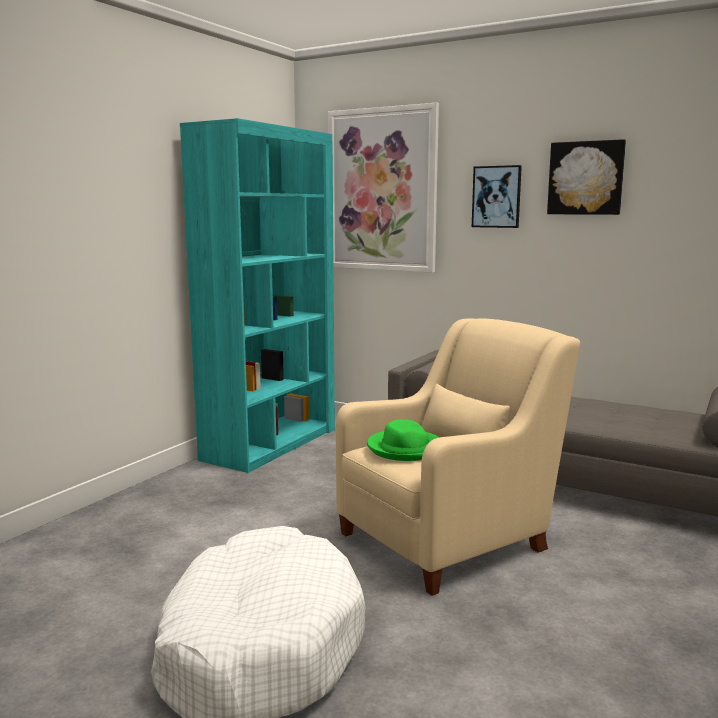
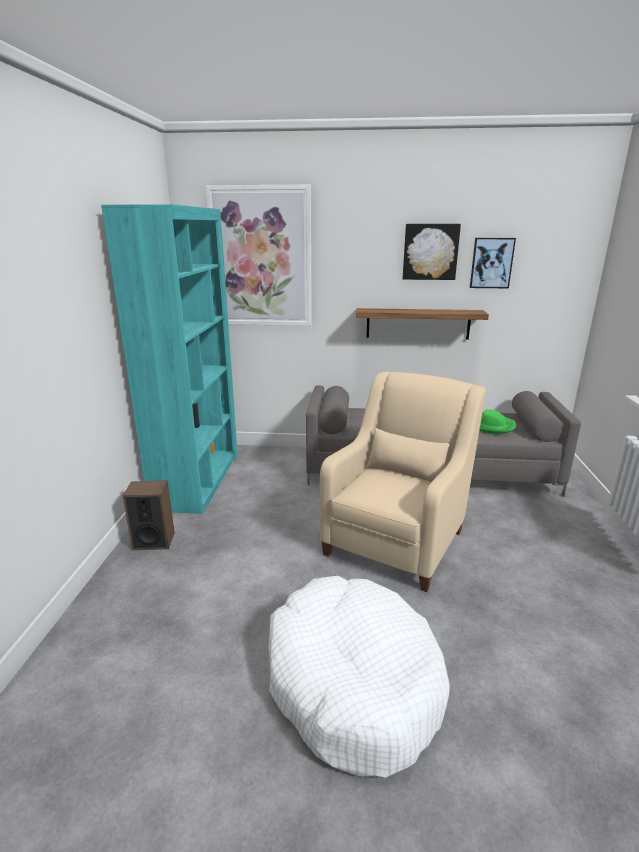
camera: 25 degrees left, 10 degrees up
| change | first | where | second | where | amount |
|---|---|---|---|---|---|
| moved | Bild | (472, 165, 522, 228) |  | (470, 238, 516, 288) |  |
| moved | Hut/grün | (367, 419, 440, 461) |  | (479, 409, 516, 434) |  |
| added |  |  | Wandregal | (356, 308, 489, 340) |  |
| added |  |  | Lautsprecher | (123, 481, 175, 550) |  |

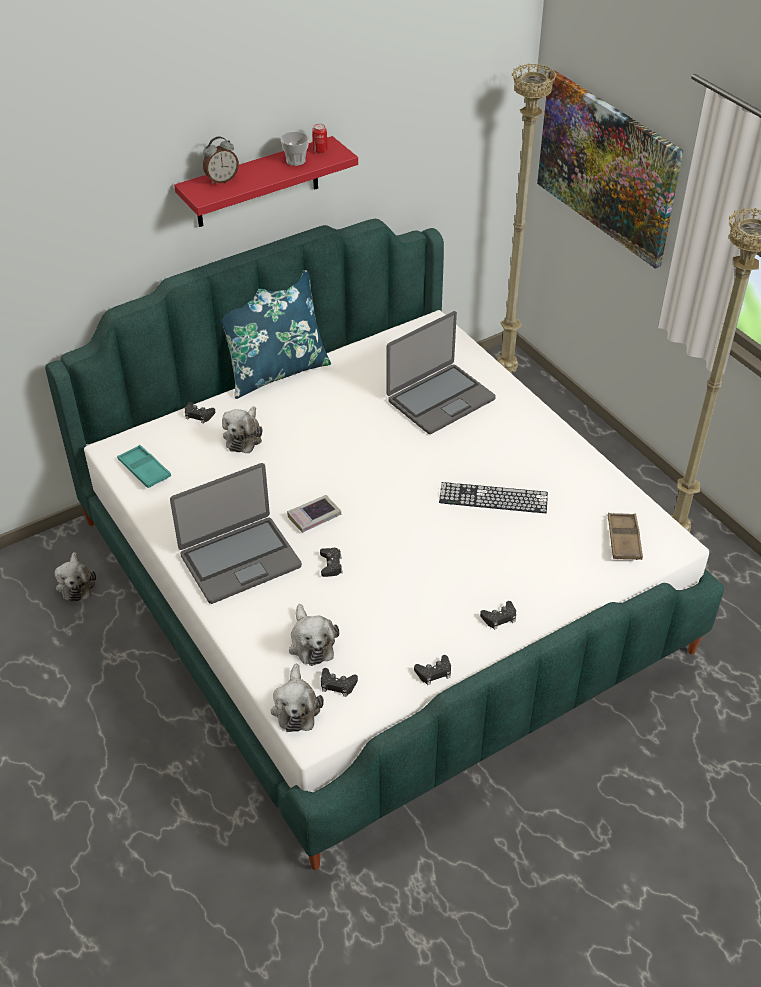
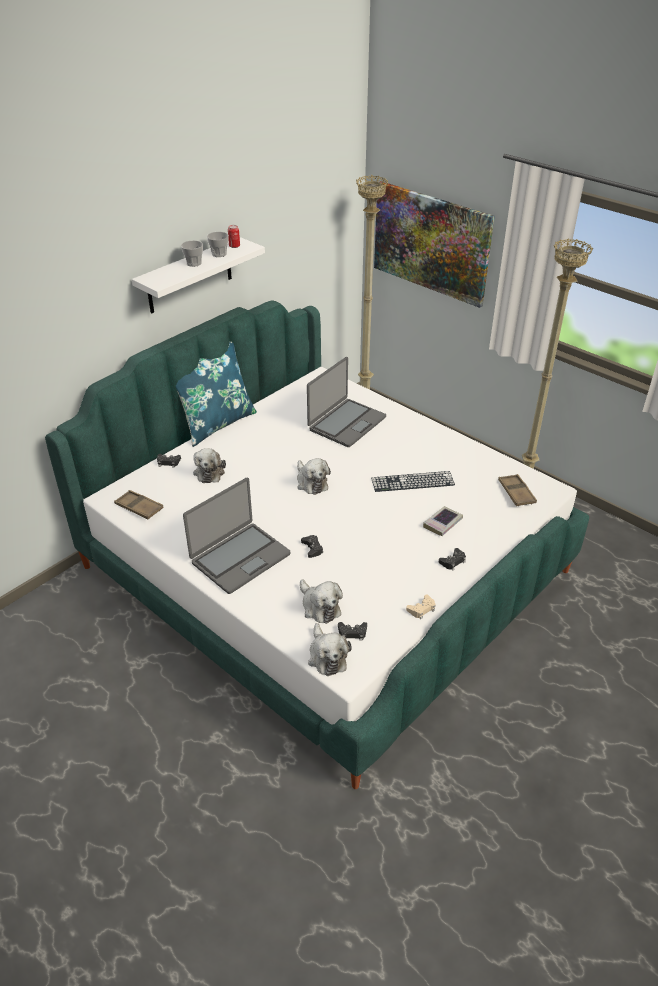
camera: 15 degrees left, 5 degrees down
| change | first | where | second | where | amount |
|---|---|---|---|---|---|
| recoloured | Wandregal/rot | (174, 136, 358, 227) | Wandregal/weiß | (132, 237, 265, 314) |  |
| removed | Wecker | (203, 137, 239, 185) |  |  |  |
| recoloured | Tablett/türkis | (117, 445, 171, 488) | Tablett/braun | (114, 490, 164, 519) |  |
| moved | Buch | (287, 495, 341, 533) |  | (423, 506, 463, 536) |  |
| moved | Plüschtier | (55, 552, 96, 602) |  | (297, 458, 331, 495) |  |
| recoloured | Gamepad/schwarz | (414, 655, 451, 685) | Gamepad/beige | (406, 594, 435, 619) |  |
| added |  |  | Tasse | (181, 241, 203, 267) |  |

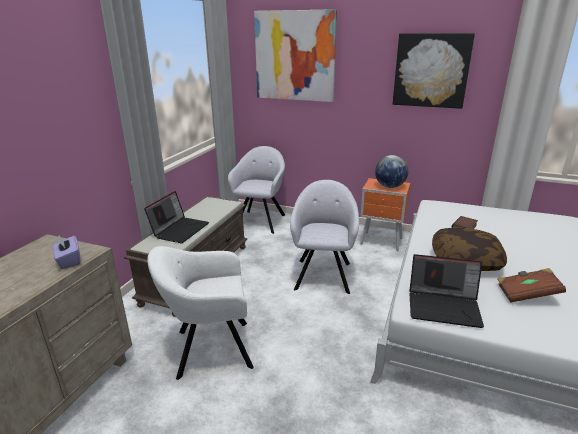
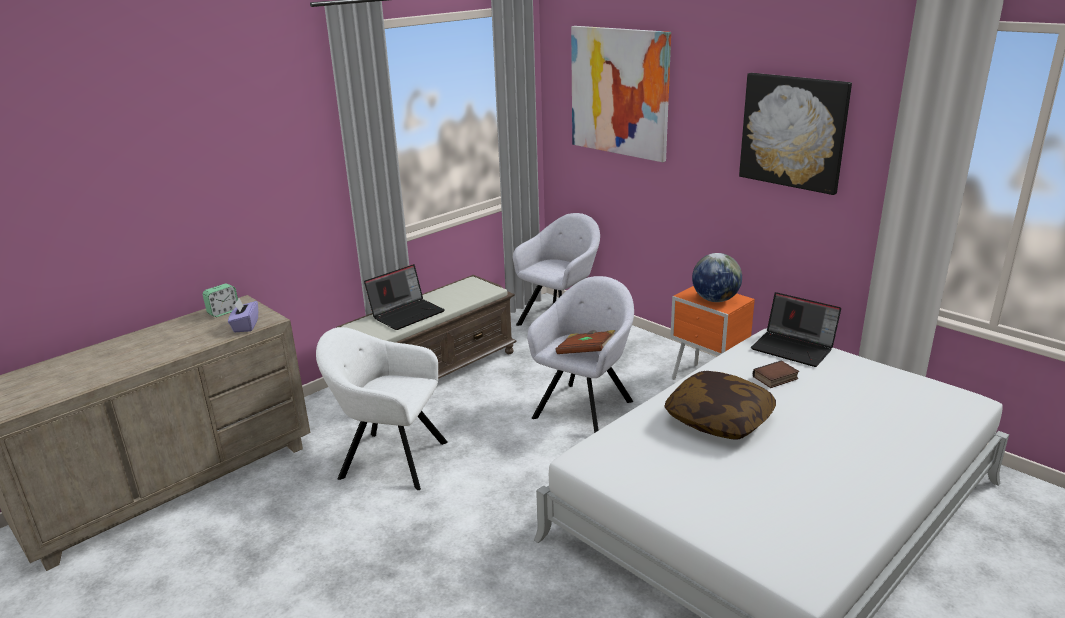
camera: 25 degrees right, 0 degrees up
| change | first | where | second | where | amount |
|---|---|---|---|---|---|
| moved | Laptop | (409, 254, 484, 328) |  | (751, 292, 841, 367) |  |
| moved | Buch/braun | (497, 268, 566, 303) |  | (555, 330, 615, 354) |  |
| added |  |  | Wecker | (203, 284, 238, 317) |  |

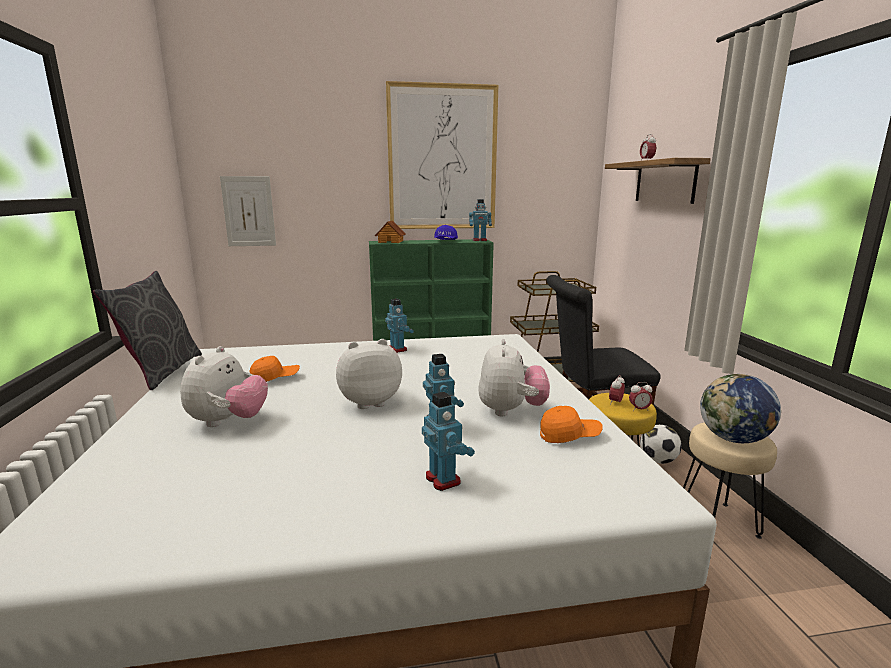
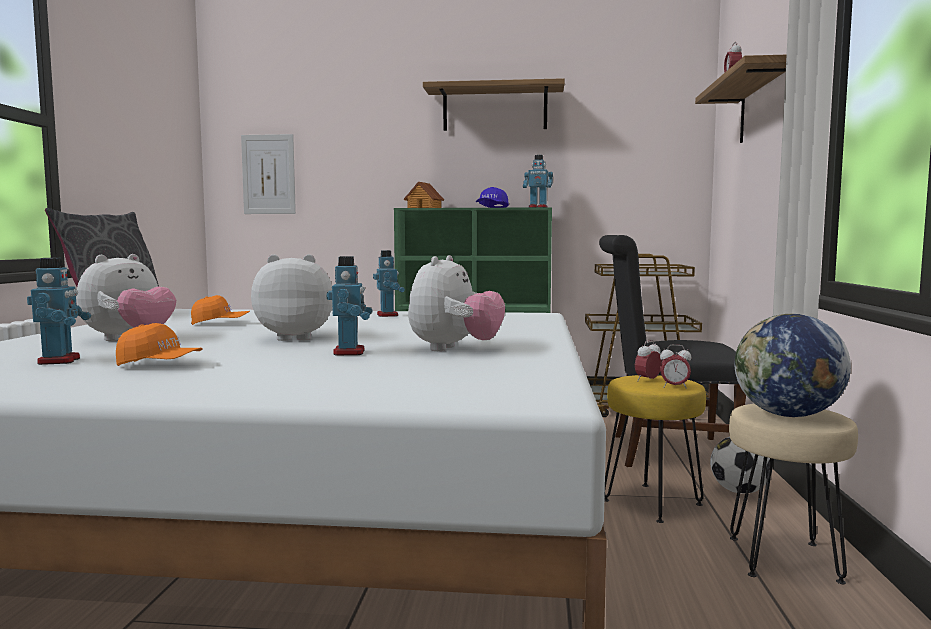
camera: 15 degrees right, 10 degrees down
| change | first | where | second | where | amount |
|---|---|---|---|---|---|
| replaced | Bild | (386, 81, 498, 229) | Wandregal | (423, 78, 565, 131) |  |
| moved | Spielzeugroboter | (422, 392, 475, 491) |  | (27, 258, 91, 365) |  |
| moved | Kappe/orange | (540, 406, 603, 443) |  | (116, 323, 203, 366) |  |

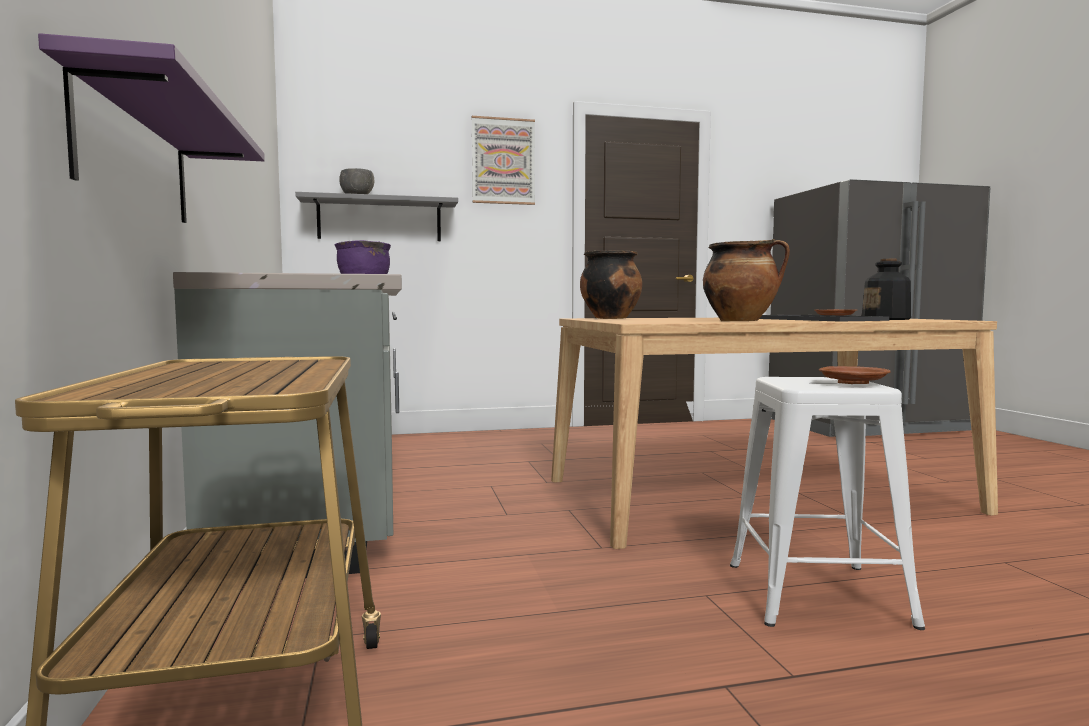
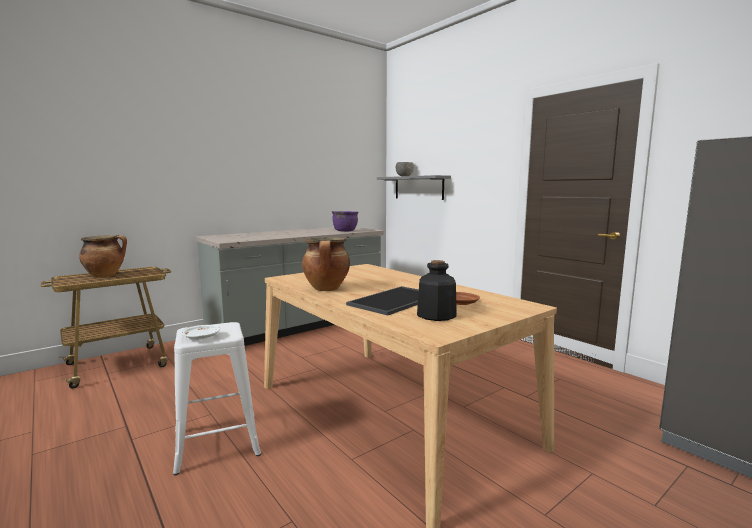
camera: 65 degrees right, 5 degrees up
| change | first | where | second | where | amount |
|---|---|---|---|---|---|
| removed | Wandregal/lila | (38, 33, 265, 223) |  |  |  |
| removed | Bild | (472, 116, 535, 205) |  |  |  |
| moved | Kochtopf | (580, 250, 642, 319) |  | (79, 235, 127, 278) |  |
| recoloured | Teller/braun | (819, 366, 891, 384) | Teller/weiß | (181, 325, 220, 340) |  |

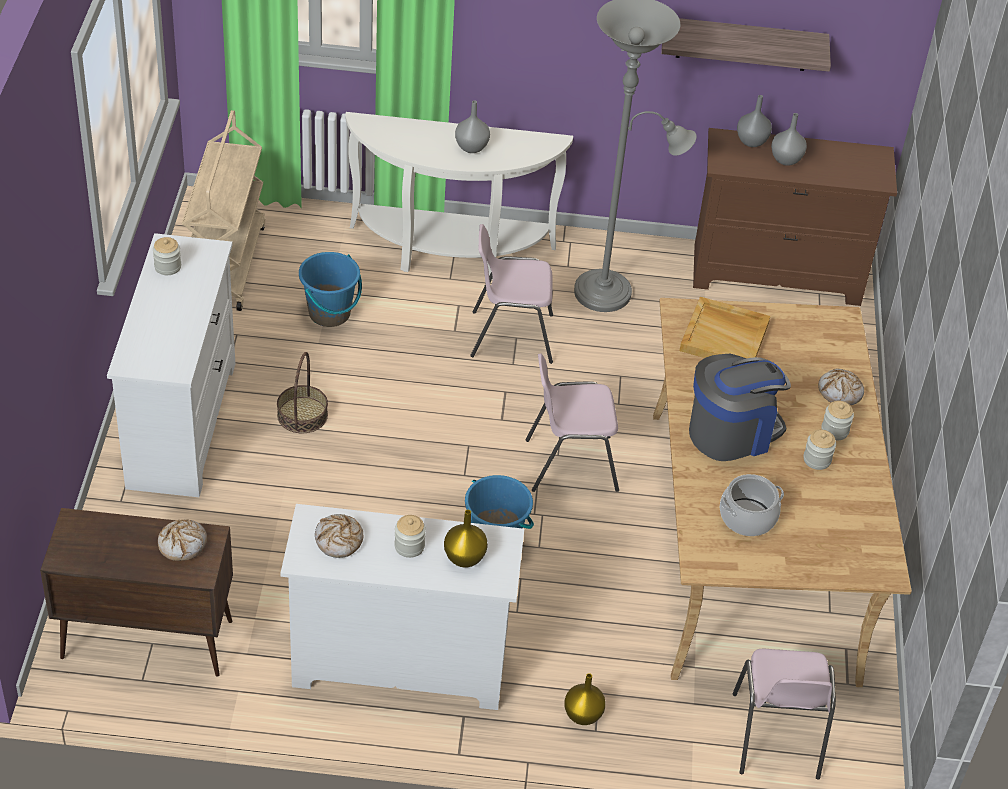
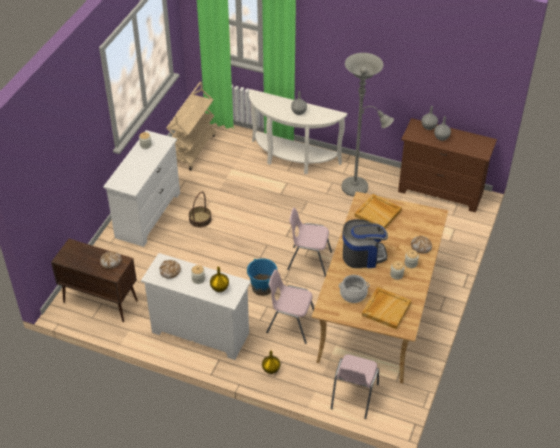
camera: 20 degrees right, 0 degrees up
| change | first | where | second | where | amount |
|---|---|---|---|---|---|
| removed | Wandregal | (661, 18, 831, 72) |  |  |  |
| moved | Stuhl/rosa | (470, 224, 553, 364) |  | (266, 269, 314, 344) |  |
| removed | Eimer/blau | (299, 252, 362, 327) |  |  |  |
| added |  |  | Tablett/beige | (362, 287, 411, 329) |  |

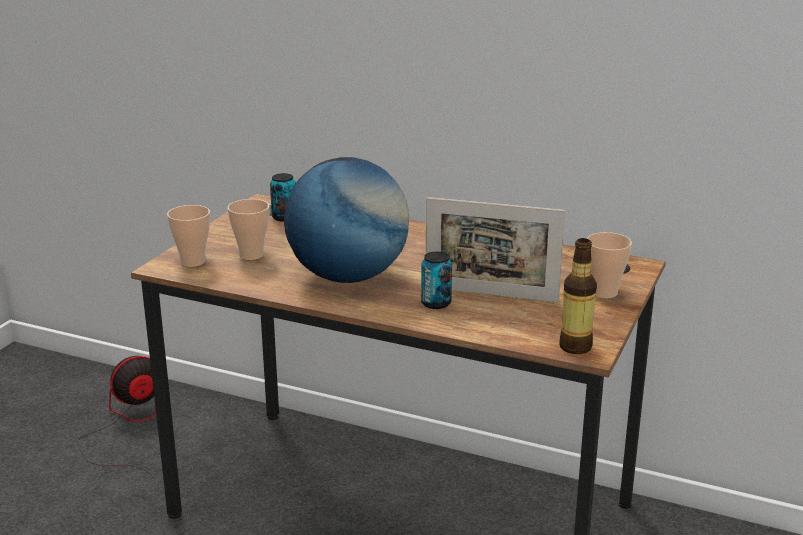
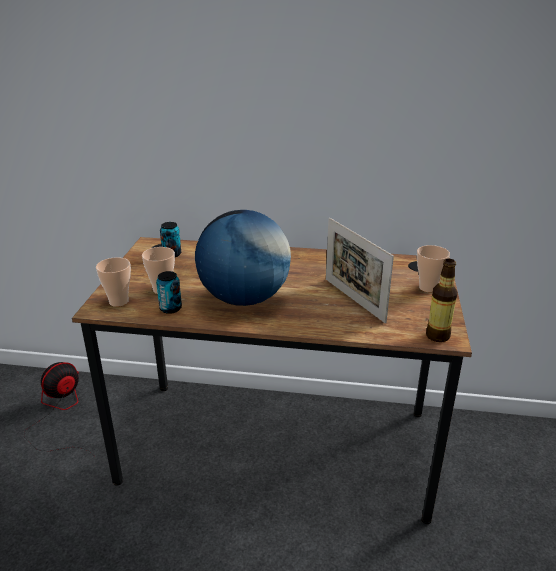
camera: 15 degrees left, 5 degrees up
| change | first | where | second | where | amount |
|---|---|---|---|---|---|
| turned | Bilderrahmen | (426, 197, 565, 303) |  | (326, 218, 394, 323) | 60 degrees clockwise |
| moved | Dose | (421, 252, 452, 309) |  | (156, 271, 182, 314) |  |

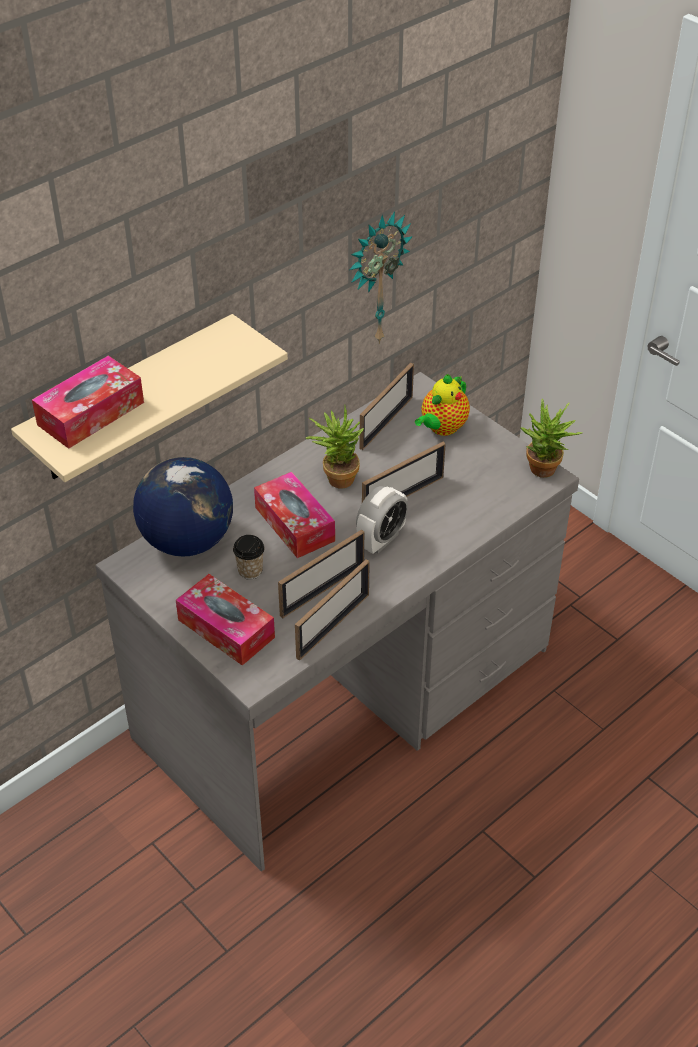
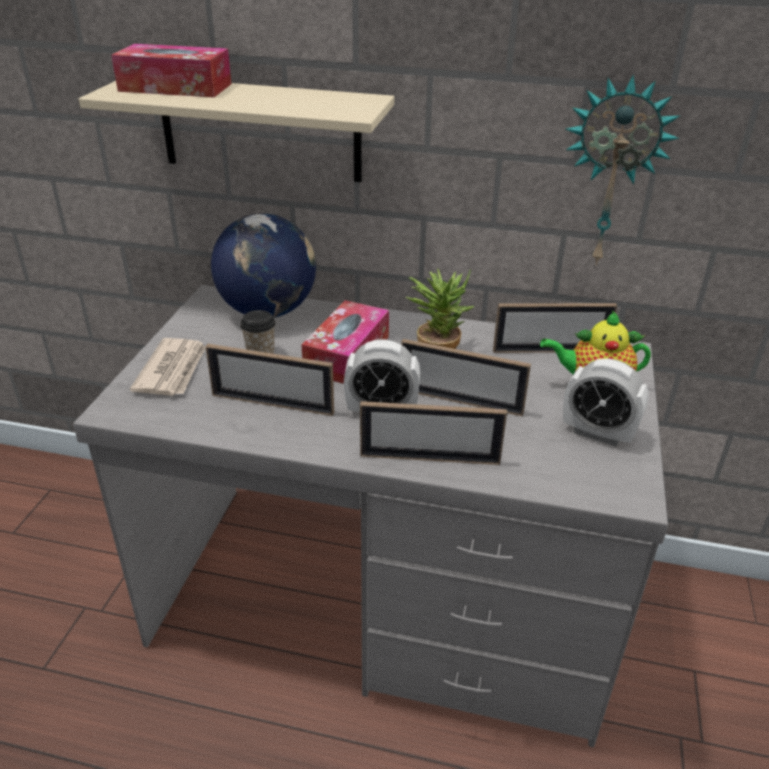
camera: 55 degrees right, 10 degrees down
| change | first | where | second | where | amount |
|---|---|---|---|---|---|
| removed | Topfpflanze | (520, 399, 582, 478) |  |  |  |
| moved | Bilderrahmen | (295, 559, 370, 661) |  | (360, 401, 507, 465) |  |
| replaced | Taschentuchbox | (176, 574, 275, 665) | Zeitung | (130, 338, 206, 396) |  |
| added |  |  | Wecker | (563, 358, 649, 447) |  |

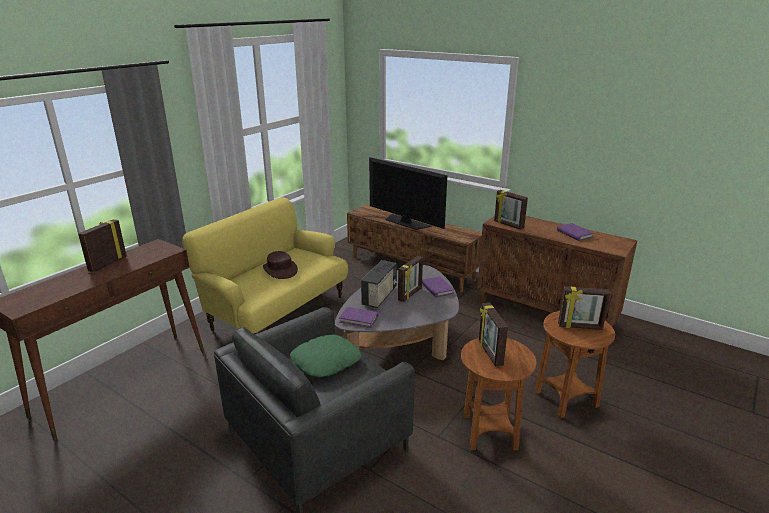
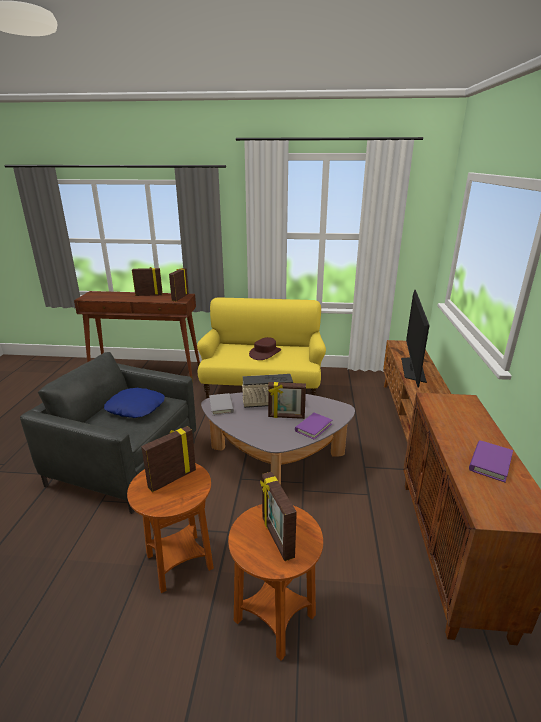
camera: 60 degrees right, 0 degrees up
| change | first | where | second | where | amount |
|---|---|---|---|---|---|
| moved | Bilderrahmen | (494, 190, 528, 230) |  | (169, 268, 189, 301) |  |
| recoloured | Buch/lila | (339, 307, 379, 328) | Buch/grau | (209, 393, 234, 415) |  |
| recoloured | Kissen/grün | (290, 335, 362, 378) | Kissen/blau | (104, 388, 165, 418) |  |

